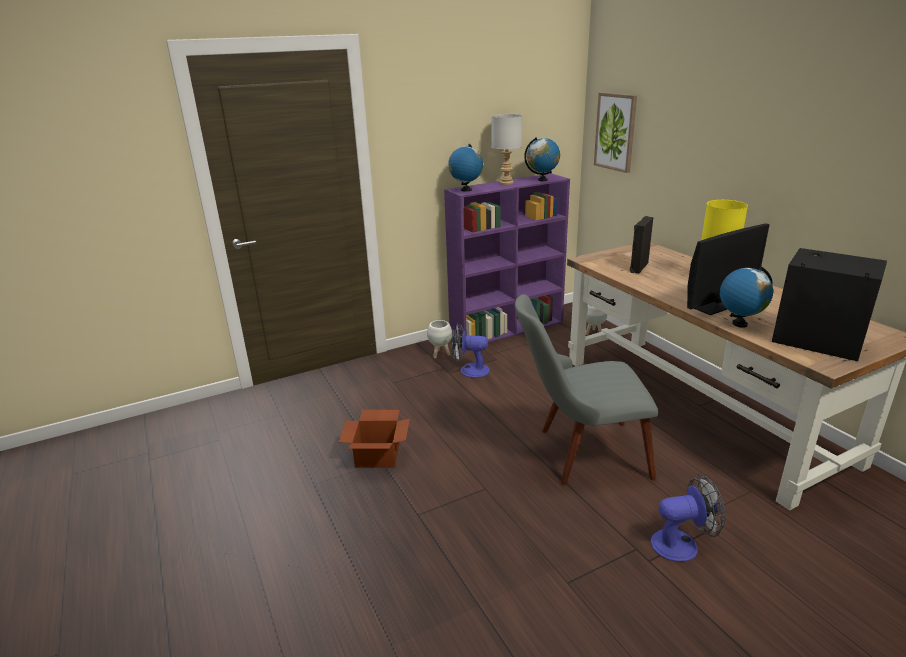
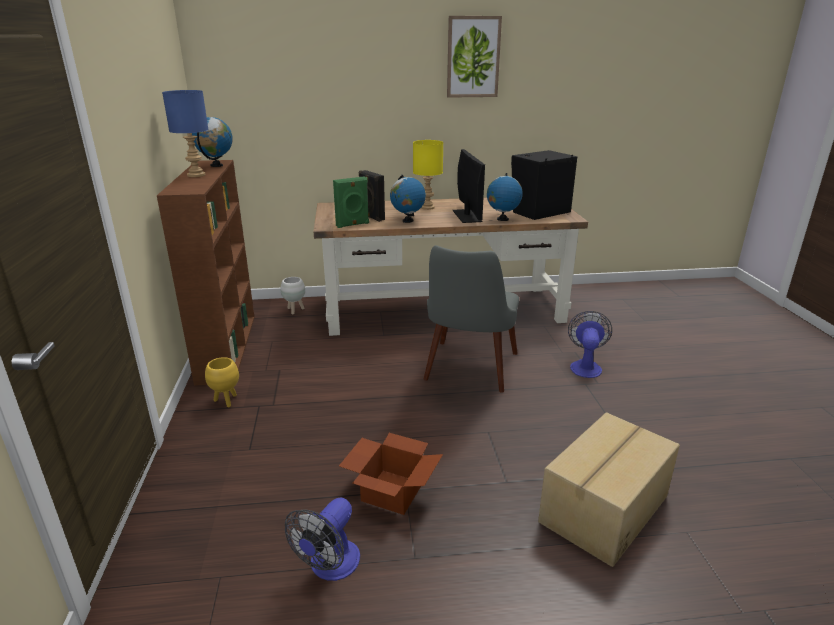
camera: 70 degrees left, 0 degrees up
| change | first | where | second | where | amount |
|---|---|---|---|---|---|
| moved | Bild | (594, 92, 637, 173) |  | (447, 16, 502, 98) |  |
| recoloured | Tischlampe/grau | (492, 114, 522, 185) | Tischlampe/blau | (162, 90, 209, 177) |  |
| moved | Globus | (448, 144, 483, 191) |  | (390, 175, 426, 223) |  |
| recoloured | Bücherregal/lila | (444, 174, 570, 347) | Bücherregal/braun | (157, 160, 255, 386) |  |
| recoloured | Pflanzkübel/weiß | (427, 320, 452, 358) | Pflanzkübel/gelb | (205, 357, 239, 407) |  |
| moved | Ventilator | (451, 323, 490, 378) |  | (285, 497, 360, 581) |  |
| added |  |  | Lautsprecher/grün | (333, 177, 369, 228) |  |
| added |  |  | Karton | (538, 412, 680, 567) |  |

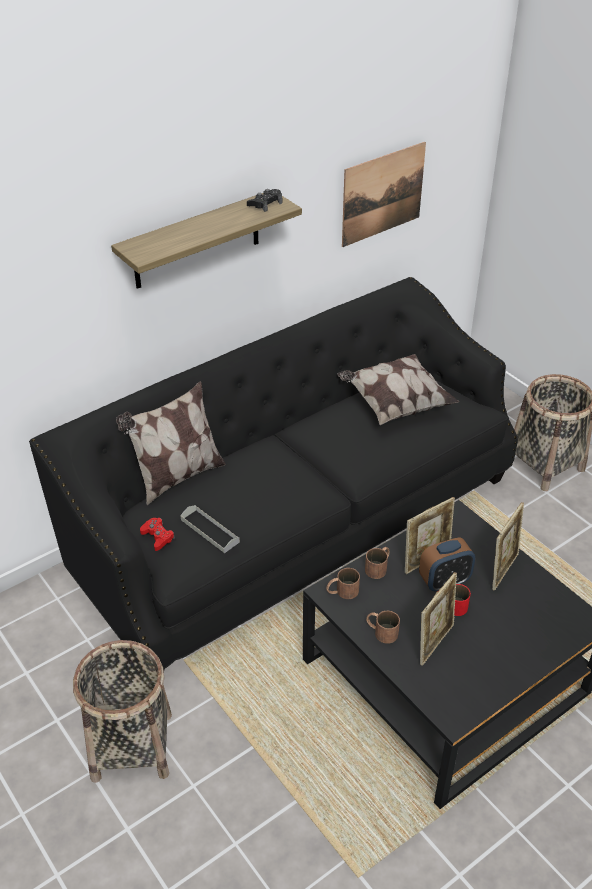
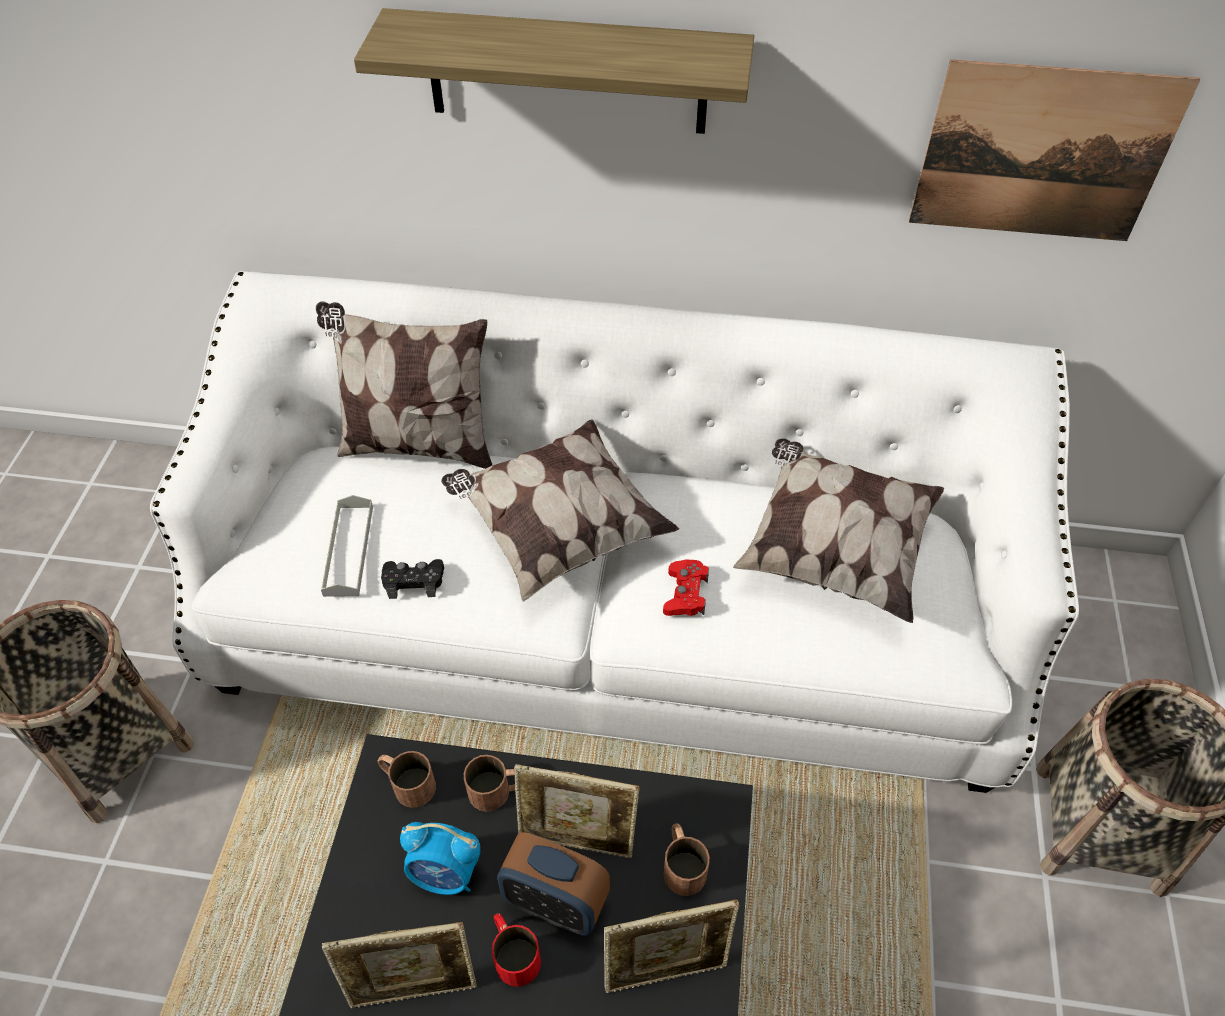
camera: 45 degrees right, 10 degrees up
| change | first | where | second | where | amount |
|---|---|---|---|---|---|
| moved | Gamepad/schwarz | (247, 189, 282, 212) |  | (381, 559, 444, 599) |  |
| recoloured | Sofa/schwarz | (29, 277, 518, 669) | Sofa/weiß | (150, 271, 1079, 793) |  |
| moved | Gamepad/rot | (140, 518, 175, 551) |  | (663, 559, 709, 616) |  |
| moved | Henkelbecher/braun | (366, 611, 400, 644) |  | (664, 824, 710, 896) |  |
| added |  |  | Kissen | (441, 419, 679, 602) |  |
| added |  |  | Wecker | (400, 822, 480, 895) |  |

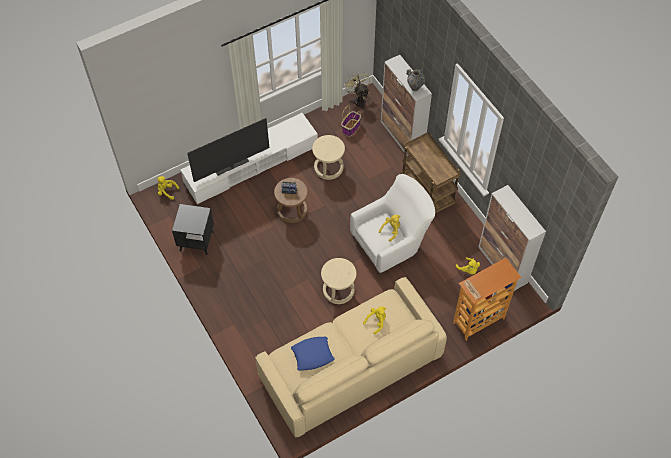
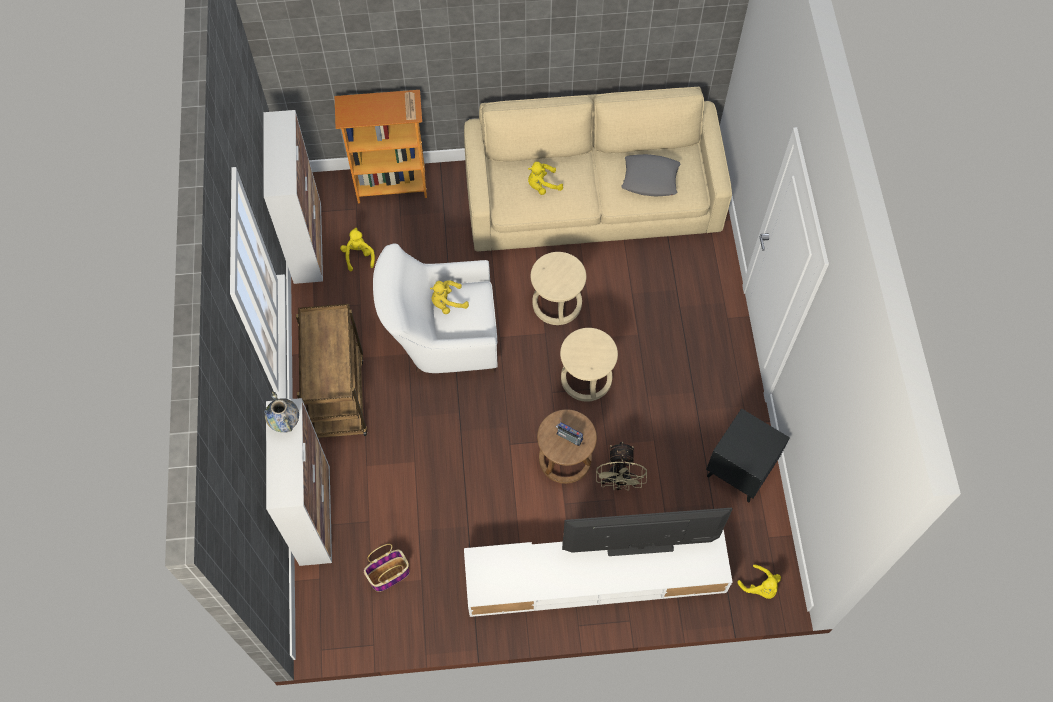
camera: 155 degrees left, 5 degrees up
| change | first | where | second | where | amount |
|---|---|---|---|---|---|
| moved | Ventilator/beige | (344, 71, 370, 110) |  | (596, 441, 647, 491) |  |
| moved | Hocker/beige | (312, 135, 345, 180) |  | (560, 328, 618, 402) |  |
| recoloured | Kissen/blau | (291, 337, 335, 371) | Kissen/grau | (622, 154, 680, 196) |  |

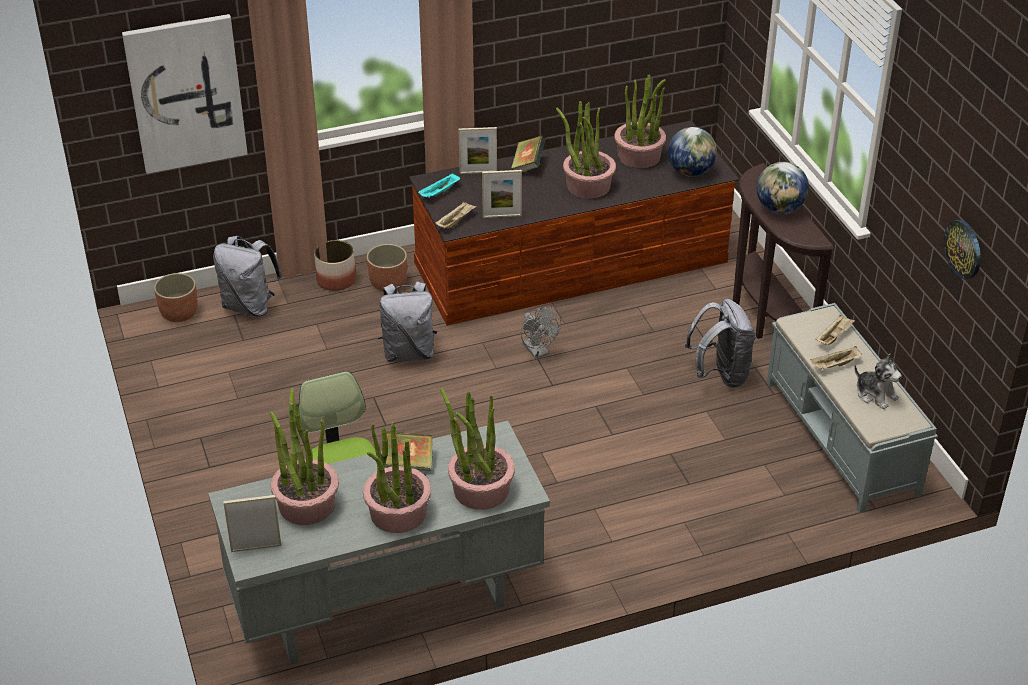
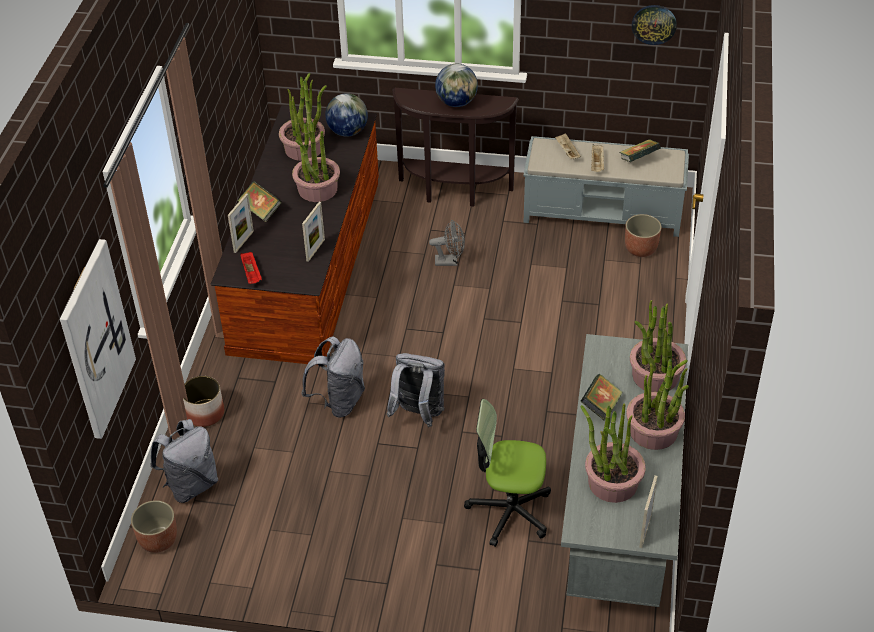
camera: 60 degrees left, 5 degrees up
| change | first | where | second | where | amount |
|---|---|---|---|---|---|
| recoloured | Tablett/türkis | (418, 173, 460, 198) | Tablett/rot | (240, 252, 262, 284) |  |
| removed | Tablett/beige | (435, 201, 477, 228) |  |  |  |
| moved | Pflanzkübel | (367, 244, 407, 291) |  | (625, 214, 661, 257) |  |
| moved | Rucksack/grau | (685, 299, 755, 388) |  | (387, 353, 445, 427) |  |
| moved | Ventilator/grau | (521, 307, 561, 359) |  | (429, 220, 465, 266) |  |
| replaced | Plüschtier | (854, 353, 902, 409) | Buch | (620, 139, 661, 162) |  |

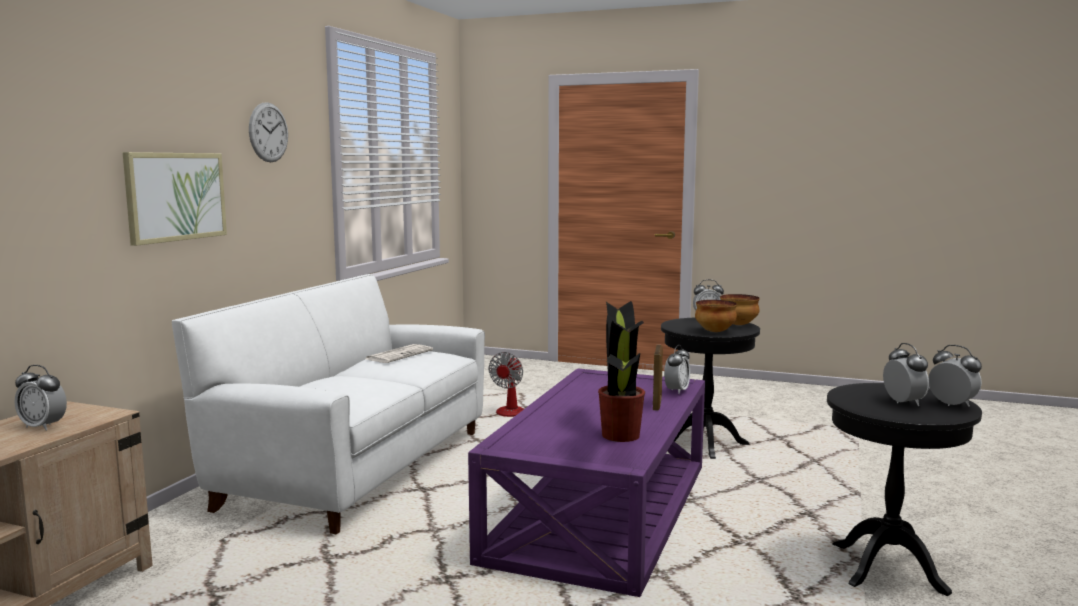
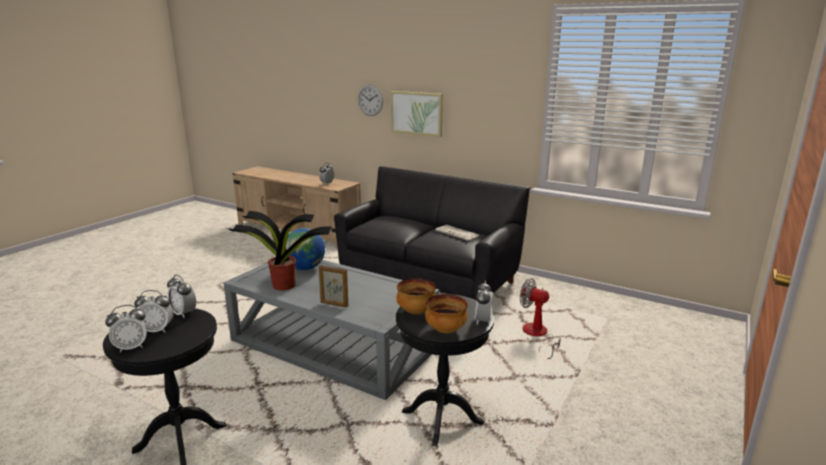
camera: 100 degrees right, 10 degrees up
| change | first | where | second | where | amount |
|---|---|---|---|---|---|
| moved | Wanduhr | (249, 102, 288, 162) |  | (358, 84, 383, 116) |  |
| recoloured | Sofa/weiß | (172, 274, 485, 534) | Sofa/schwarz | (334, 166, 530, 300) |  |
| moved | Wecker | (664, 345, 690, 394) |  | (167, 275, 196, 318) |  |
| recoloured | Couchtisch/lila | (468, 369, 705, 597) | Couchtisch/grau | (224, 260, 439, 400) |  |
| added |  |  | Globus | (286, 228, 325, 270) |  |

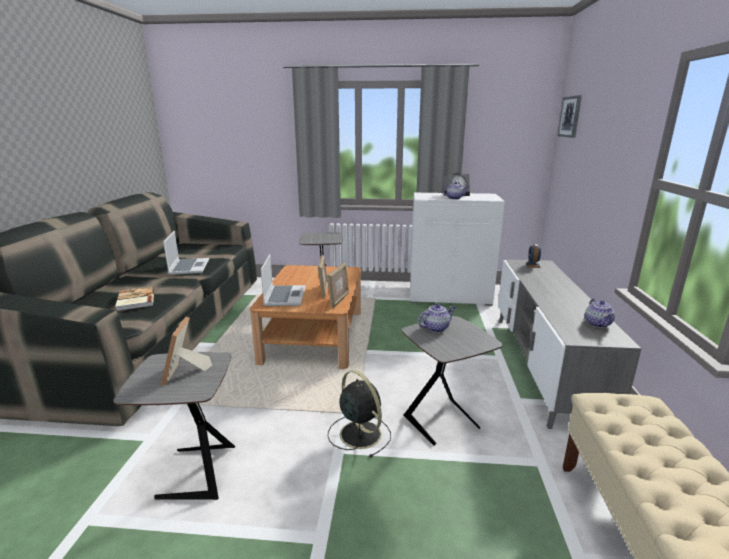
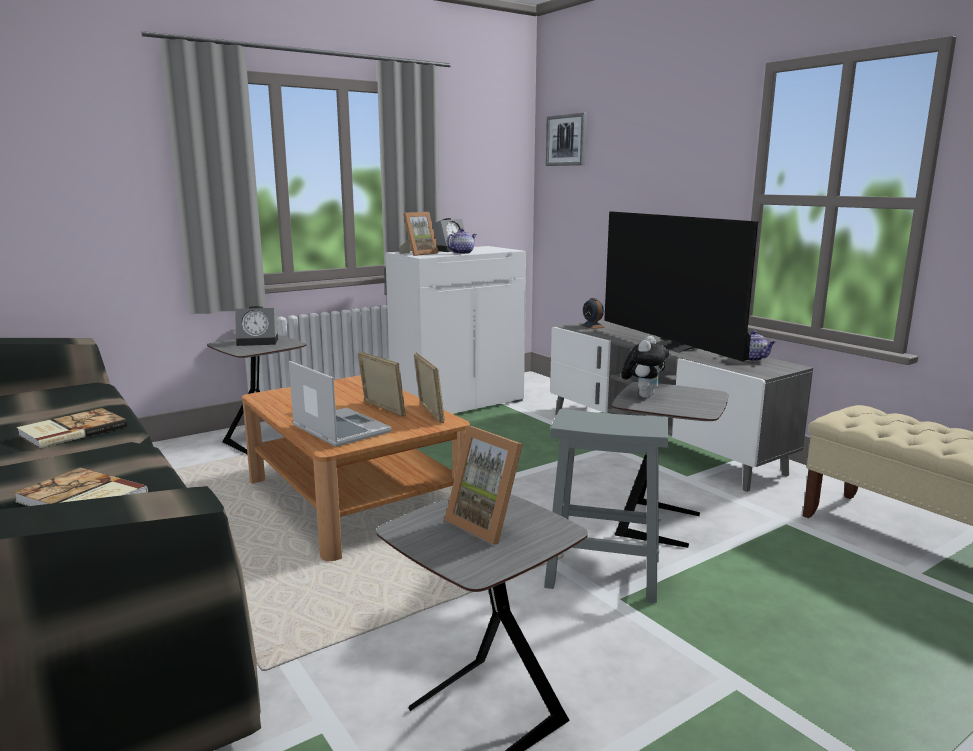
camera: 40 degrees left, 5 degrees down
| change | first | where | second | where | amount |
|---|---|---|---|---|---|
| replaced | Laptop | (163, 231, 209, 275) | Buch | (17, 408, 127, 449) |  |
| replaced | Teekanne | (418, 304, 455, 332) | Plüschtier | (621, 336, 669, 398) |  |
| replaced | Ventilator/schwarz | (328, 370, 391, 458) | Hocker/grau | (544, 409, 669, 603) |  |
| added |  |  | Fernseher | (604, 211, 758, 362) |  |
| added |  |  | Bilderrahmen | (399, 212, 439, 256) |  |
| added |  |  | Wecker | (235, 306, 278, 346) |  |

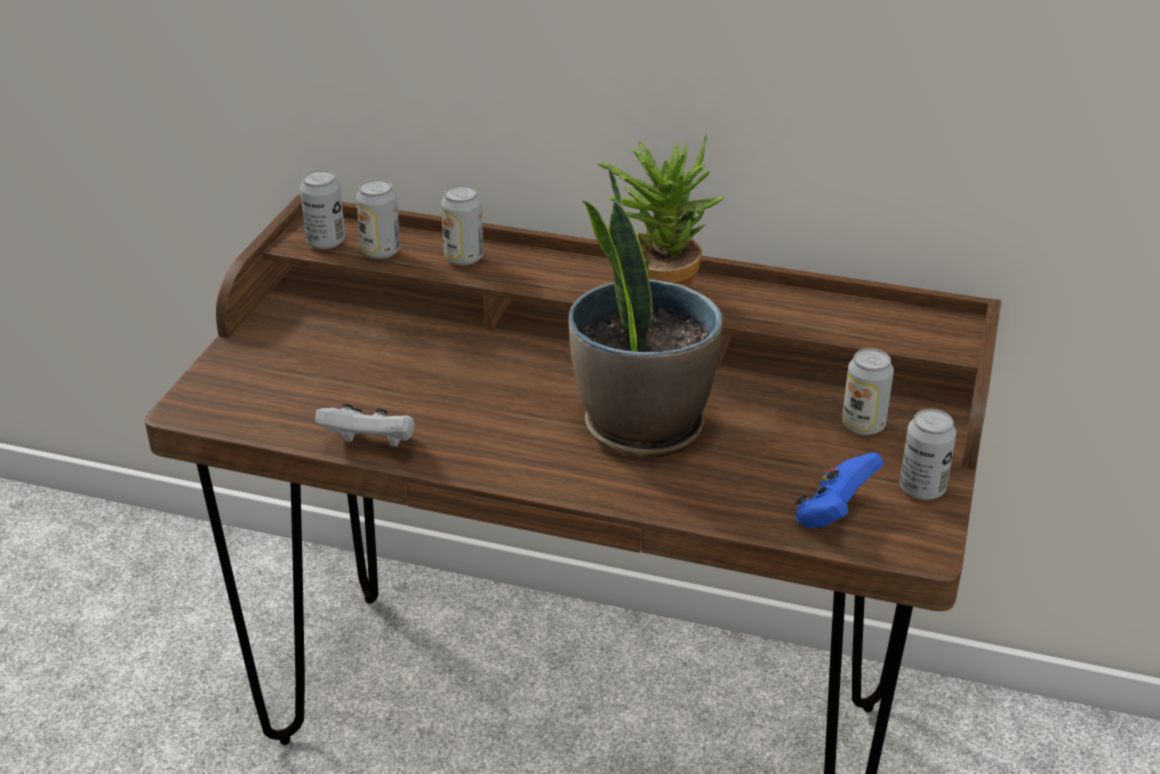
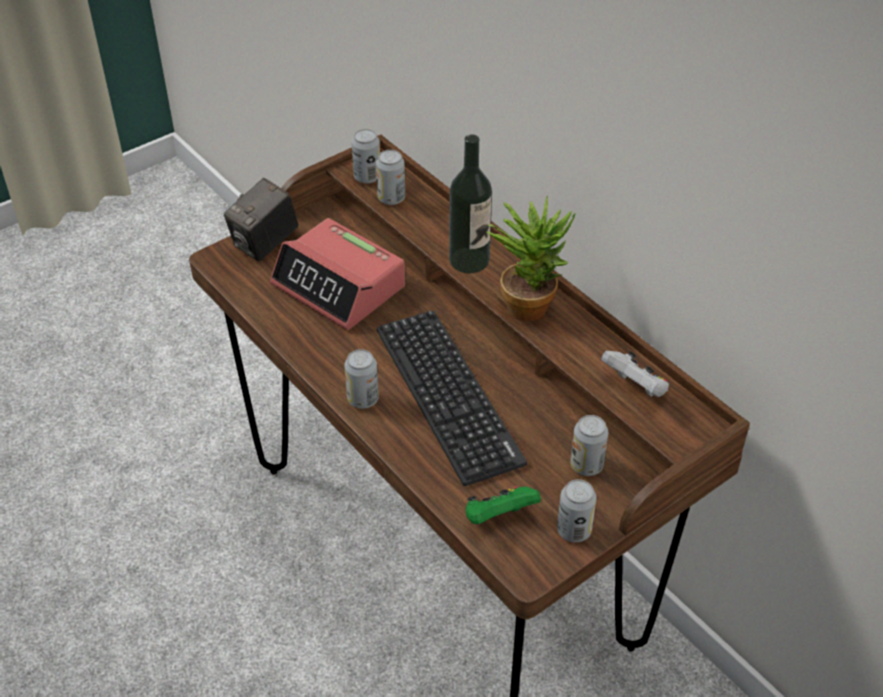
camera: 35 degrees right, 10 degrees up
| change | first | where | second | where | amount |
|---|---|---|---|---|---|
| replaced | Topfpflanze | (569, 168, 723, 458) | Tastatur | (376, 310, 527, 486) |  |
| moved | Dose | (441, 185, 484, 265) |  | (344, 349, 379, 409) |  |
| moved | Gamepad/weiß | (315, 404, 415, 447) |  | (601, 351, 669, 397) |  |
| recoloured | Gamepad/blau | (795, 452, 884, 528) | Gamepad/grün | (466, 486, 541, 524) |  |
| added |  |  | Flasche | (449, 134, 492, 274) |  |
| added |  |  | Kamera | (224, 178, 299, 261) |  |
| added |  |  | Wecker | (270, 218, 405, 330) |  |

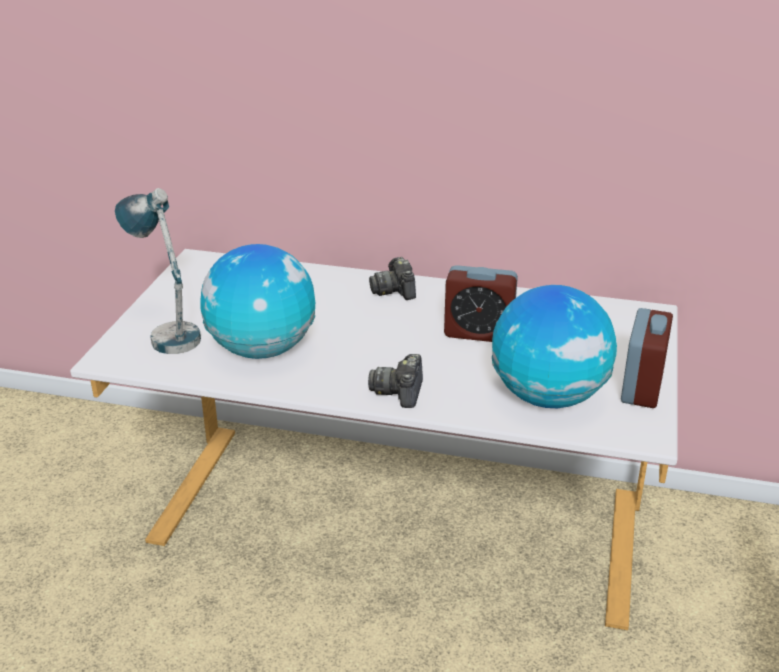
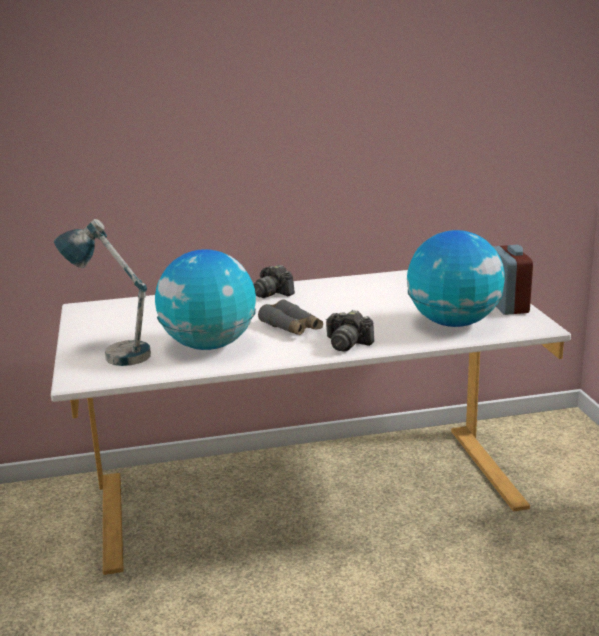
camera: 25 degrees left, 10 degrees down
| change | first | where | second | where | amount |
|---|---|---|---|---|---|
| removed | Wecker | (444, 265, 518, 342) |  |  |  |
| turned | Kamera | (368, 354, 423, 408) |  | (326, 310, 374, 352) | 45 degrees counterclockwise |
| added |  |  | Fernglas/grau | (258, 300, 323, 335) |  |

